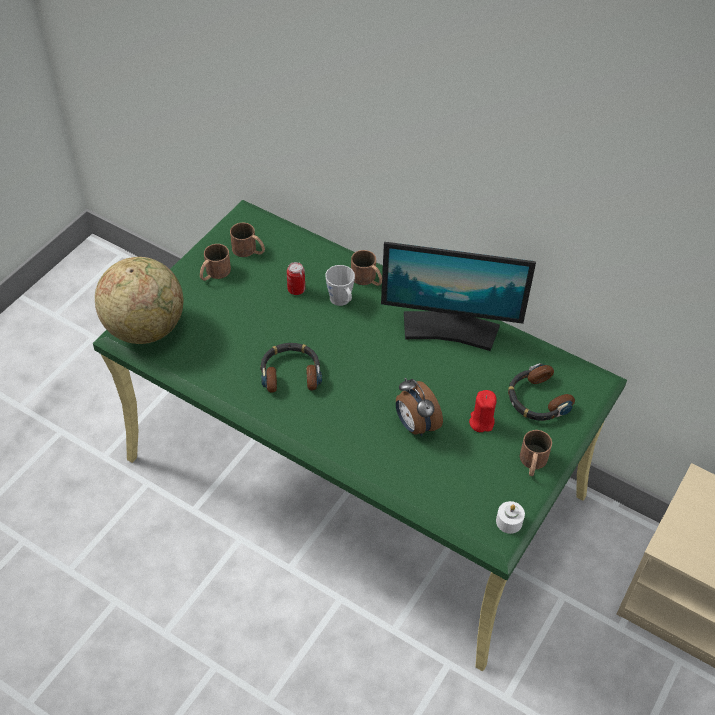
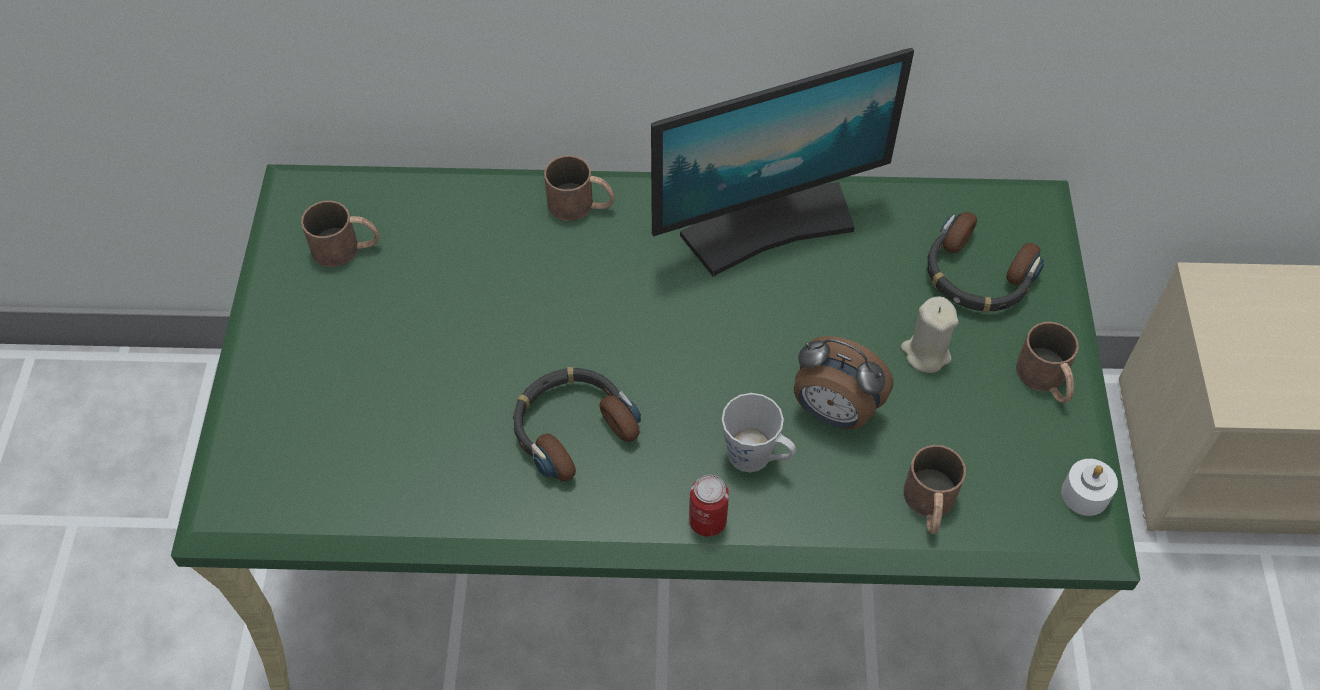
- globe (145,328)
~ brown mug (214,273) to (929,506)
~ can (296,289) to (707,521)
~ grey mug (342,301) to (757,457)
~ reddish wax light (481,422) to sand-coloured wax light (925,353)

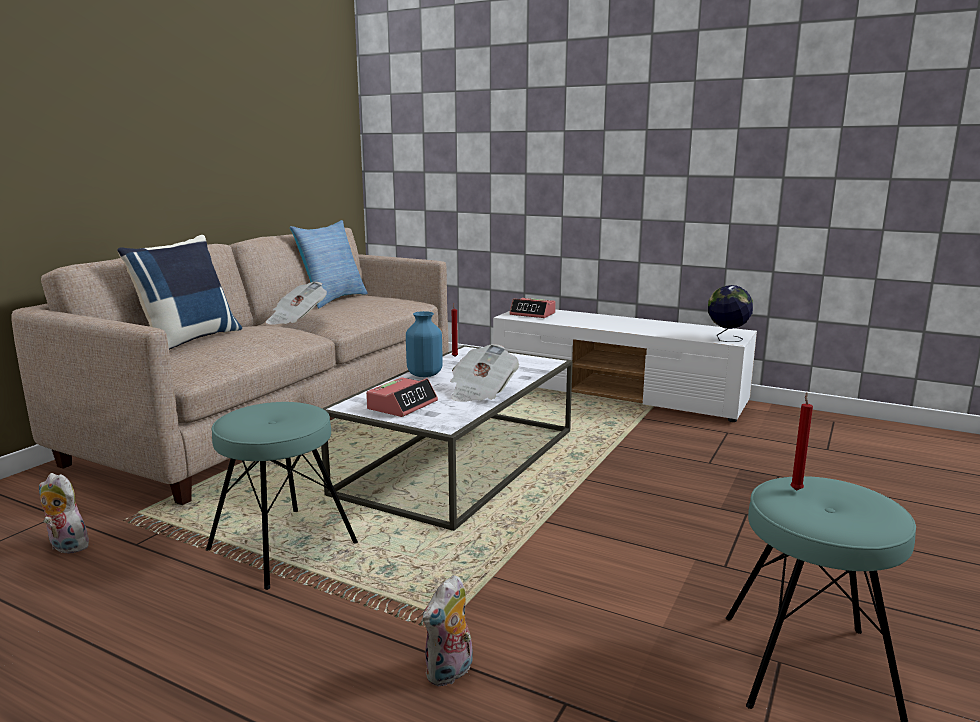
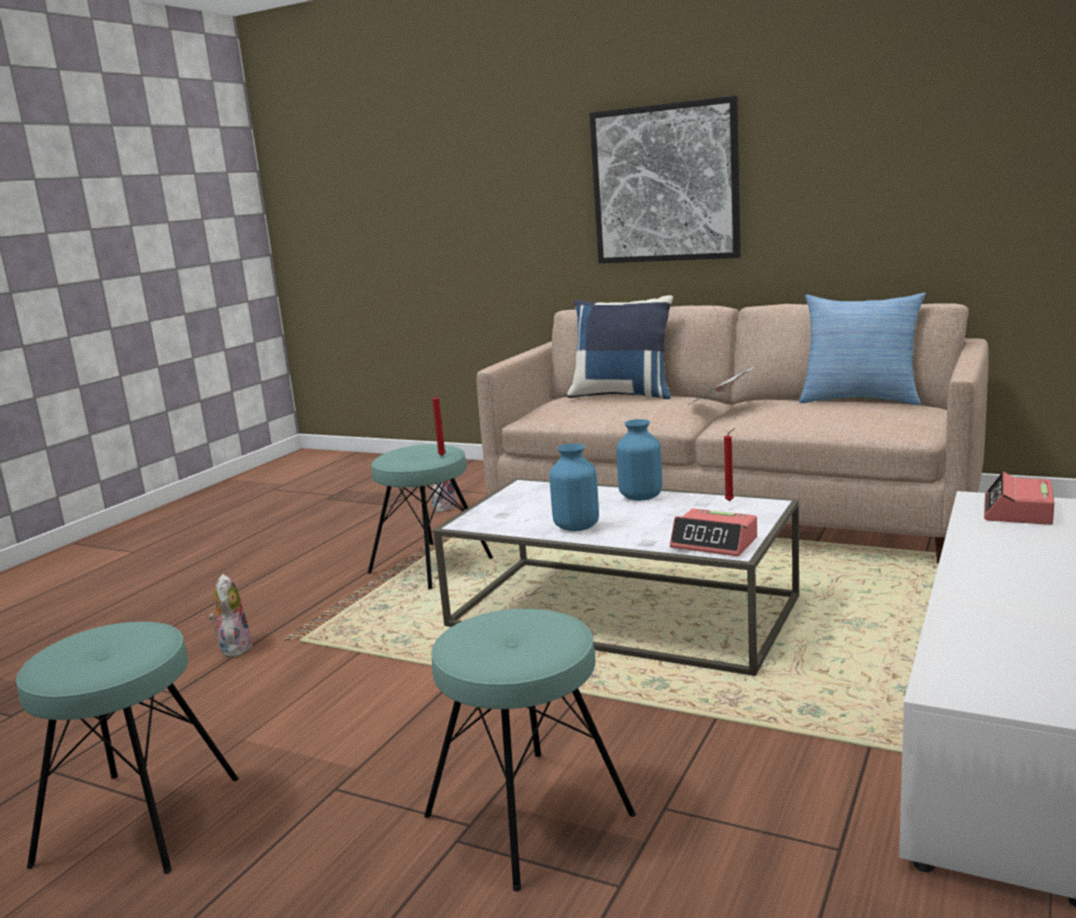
~ bedside clock (402,405) to (714,543)
~ cuddly toy (450,673) = (234,648) 45 degrees clockwise
~ printed paper (481,392) to blue flower vase (575,527)
- globe (727,339)
~ reddish wax light (796,489) to (443,456)
+ turquoise-coloured stool (528,815)
+ wall art (665,184)

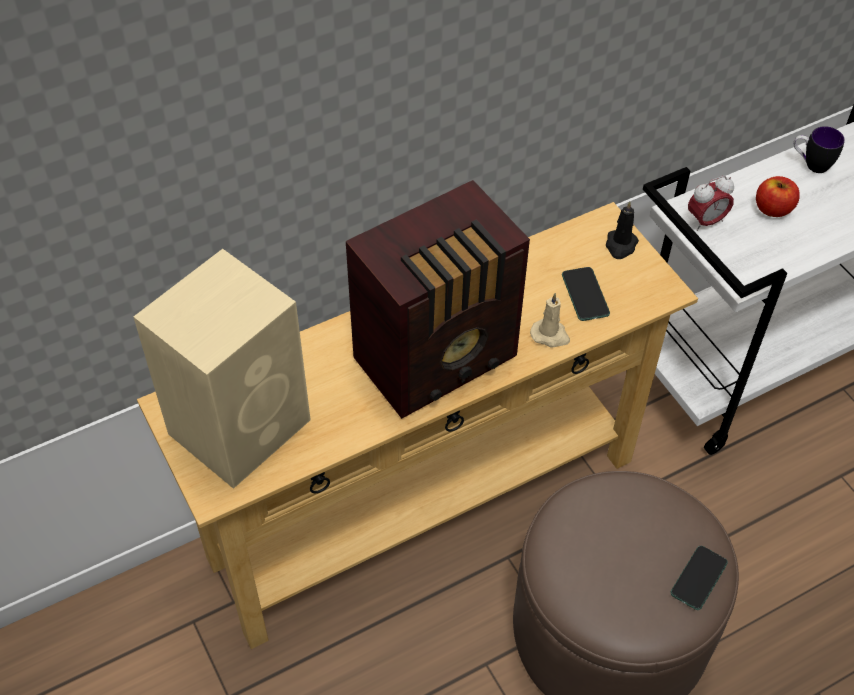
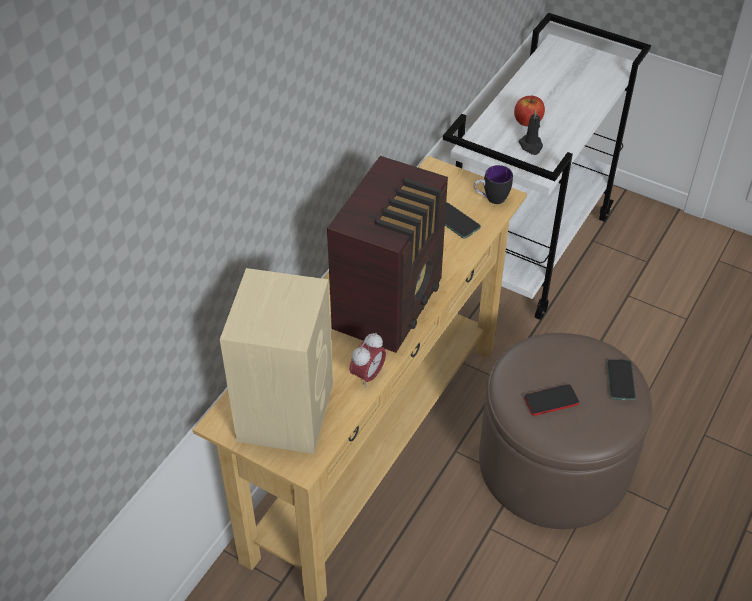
- sand-coloured wax light (550,335)
~ blackish wax light (620,245) to (531,146)
~ bedside clock (705,221) to (368,375)
~ mug (810,164) to (491,199)
+ handset (551,400)

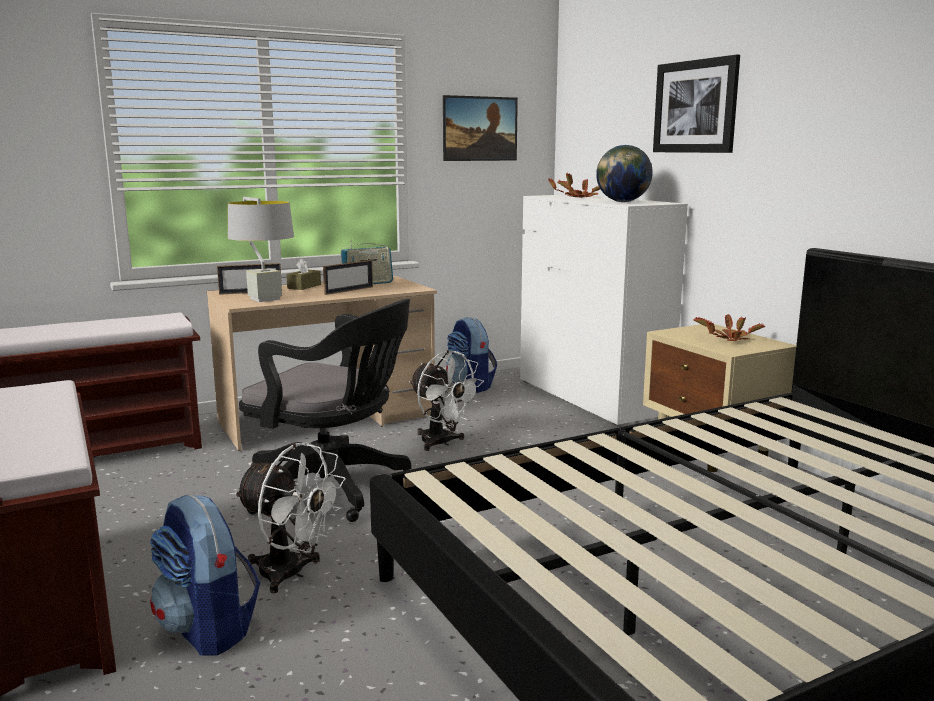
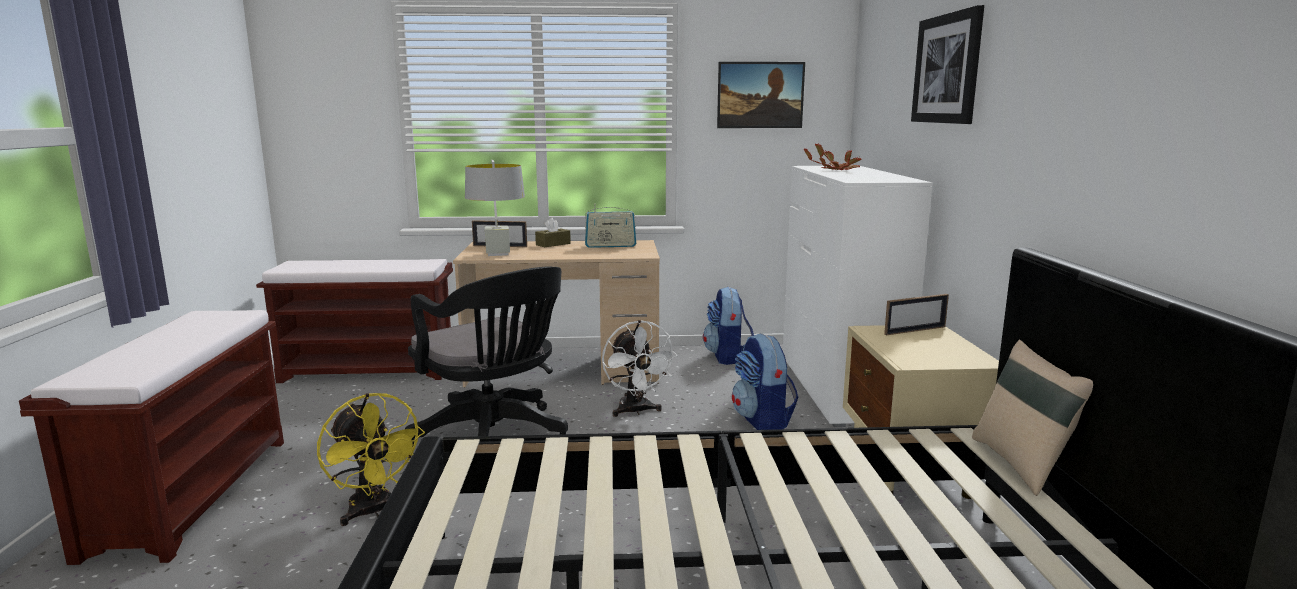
~ backpack (208,629) to (762,421)
~ white-coloured fan (291,574) to yellow-coloured fan (374,511)
~ picture frame (349,290) to (915,330)
- globe (622,202)
- plant in a pot (729,339)
+ sand-coloured pillow (1023,464)

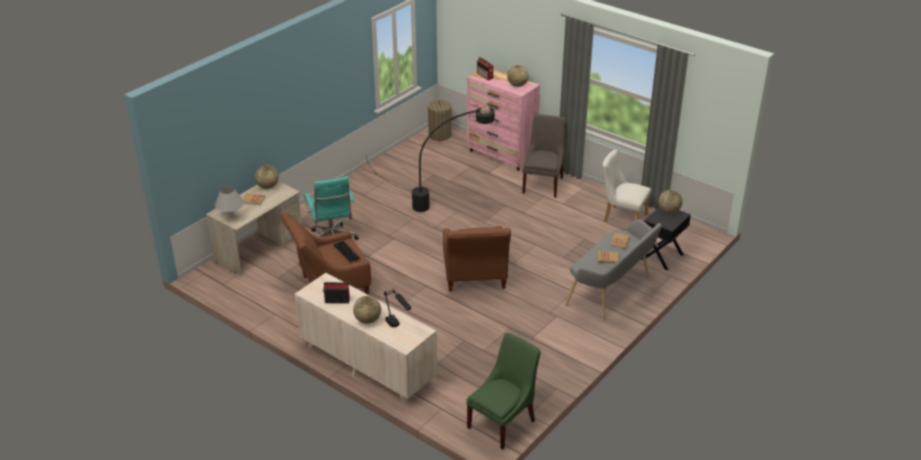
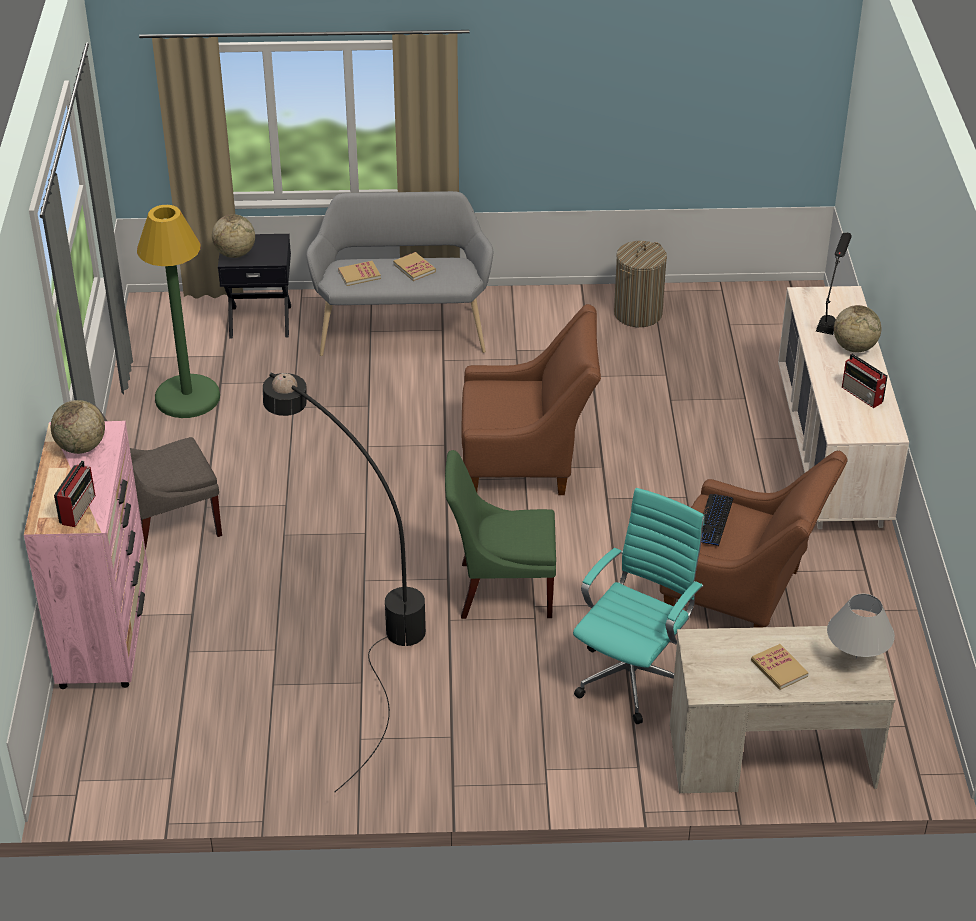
- globe (268,186)
~ washing basket (440,135) to (638,313)
~ brown lounge chair (475,278) = (528,460) 45 degrees clockwise
~ green-coloured chair (503,422) to (500,589)
~ white-coloured chair (621,217) to green-coloured floor lamp (187,397)

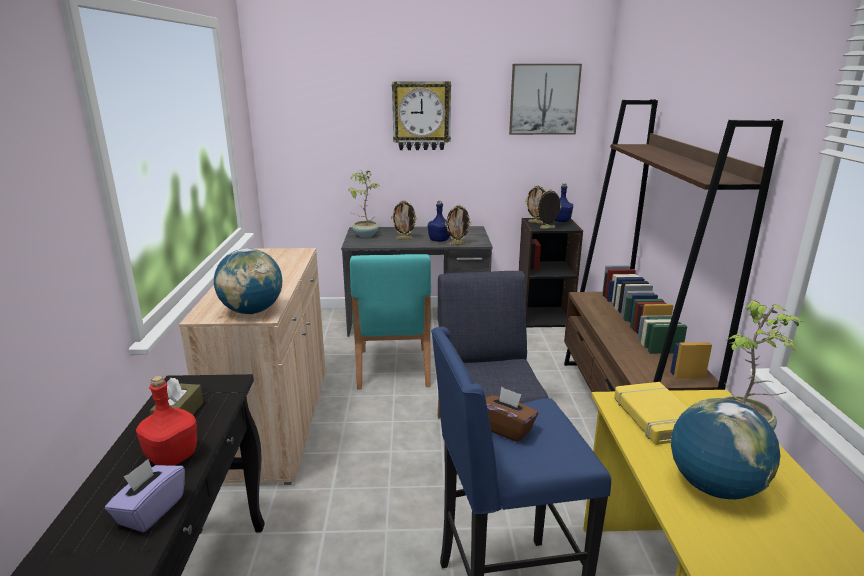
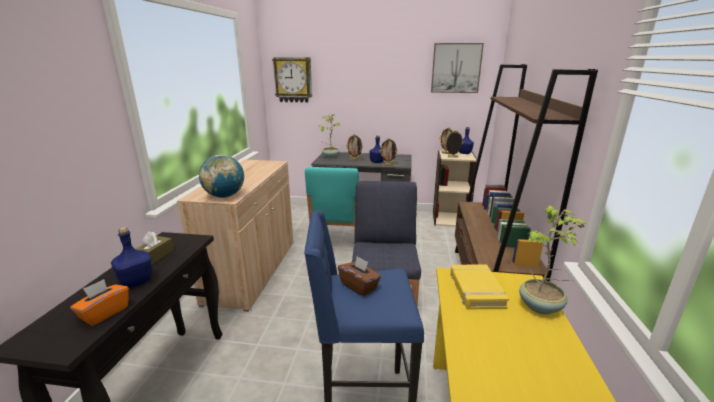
~ purplish tissue box (151,510) to orangey tissue box (104,313)
~ reddish beverage bottle (172,458) to blue beverage bottle (136,282)
~ wall clock (421,116) to (293,80)
~ blackish bookcase (543,316) to sand-coloured bookcase (450,219)
- globe (714,487)

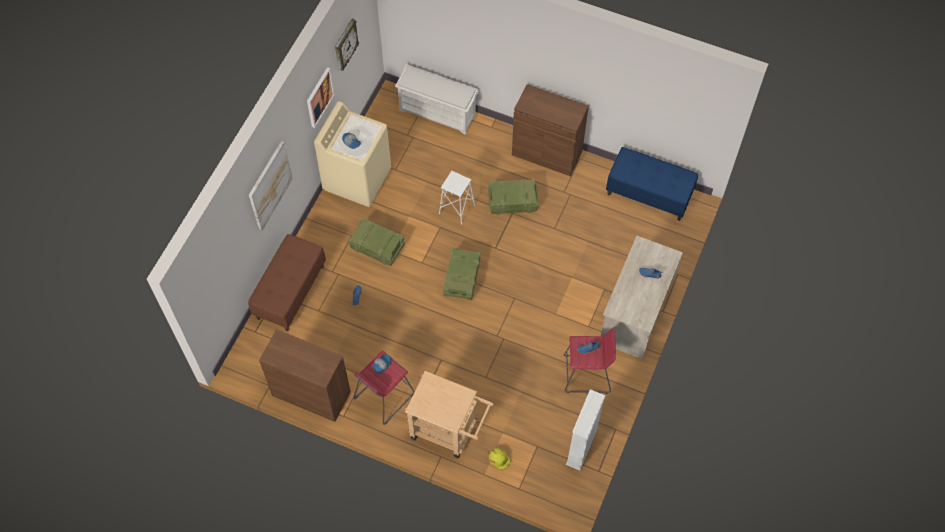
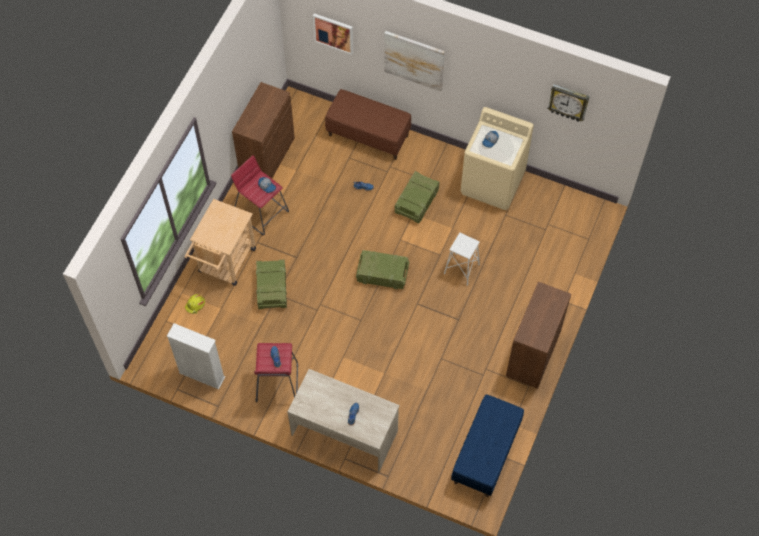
~ wall art (319,97) to (333,33)
- white-coloured shoe rack (438,113)
~ crate (513,201) to (272,289)

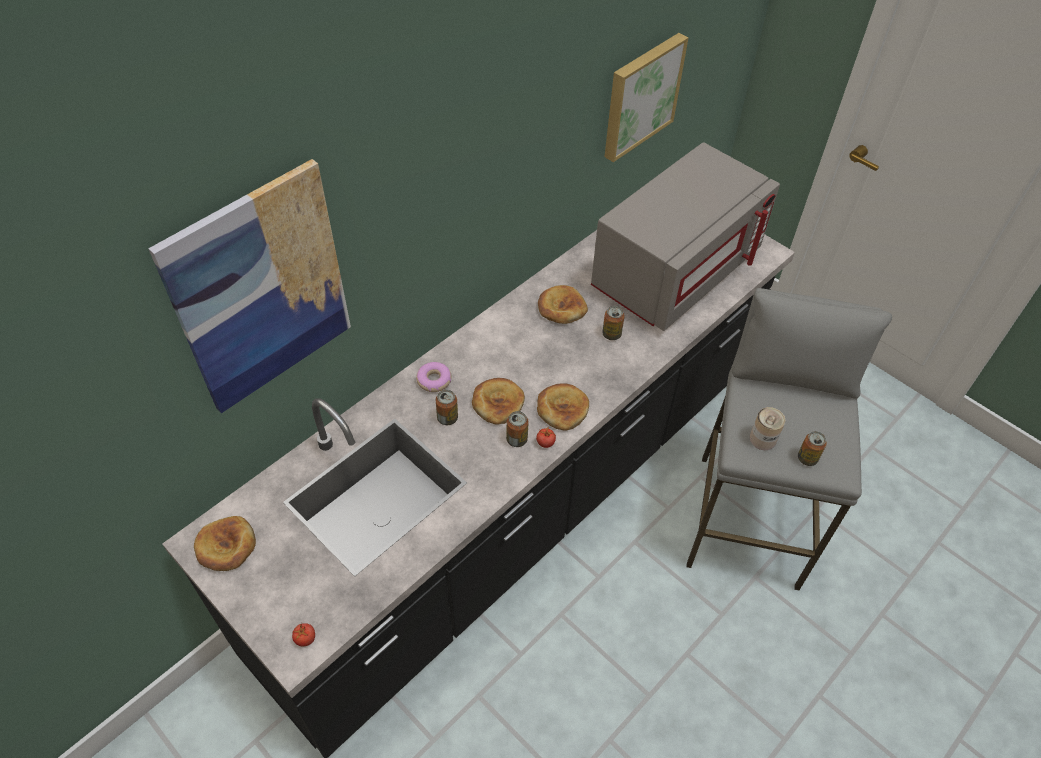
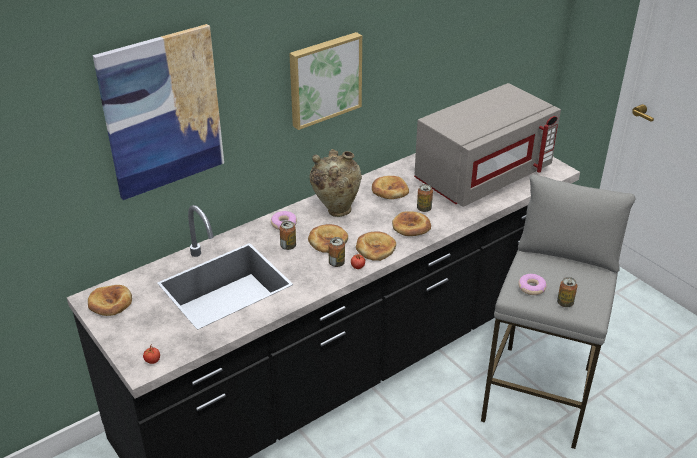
~ wall art (640,95) to (324,79)
~ can (762,439) to donut (531,288)
+ sand-coloured flower vase (336,210)
+ baked bread (411,226)

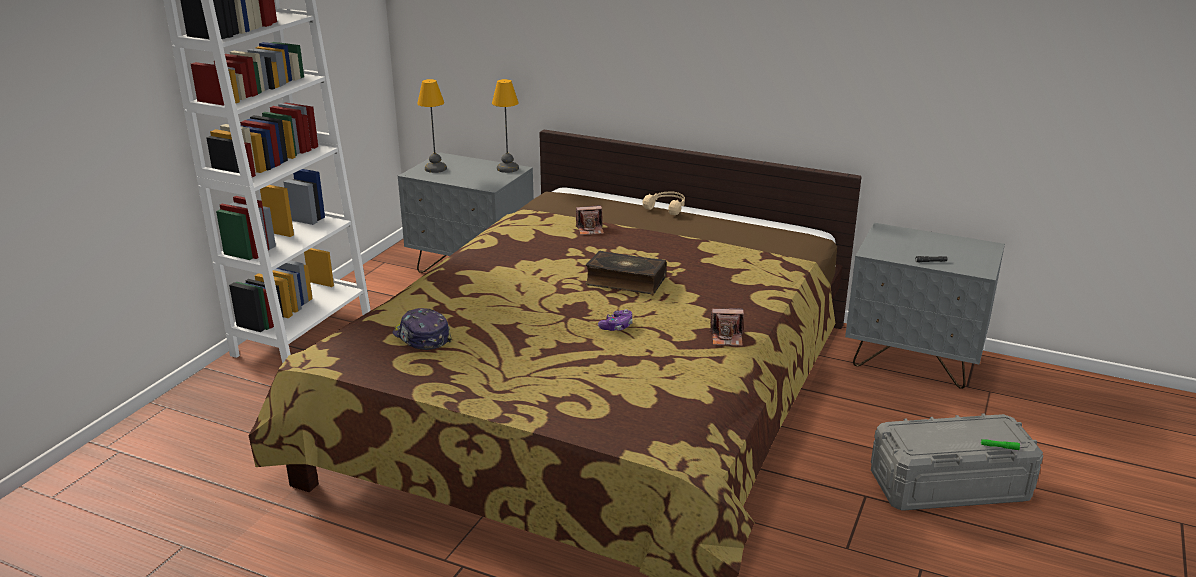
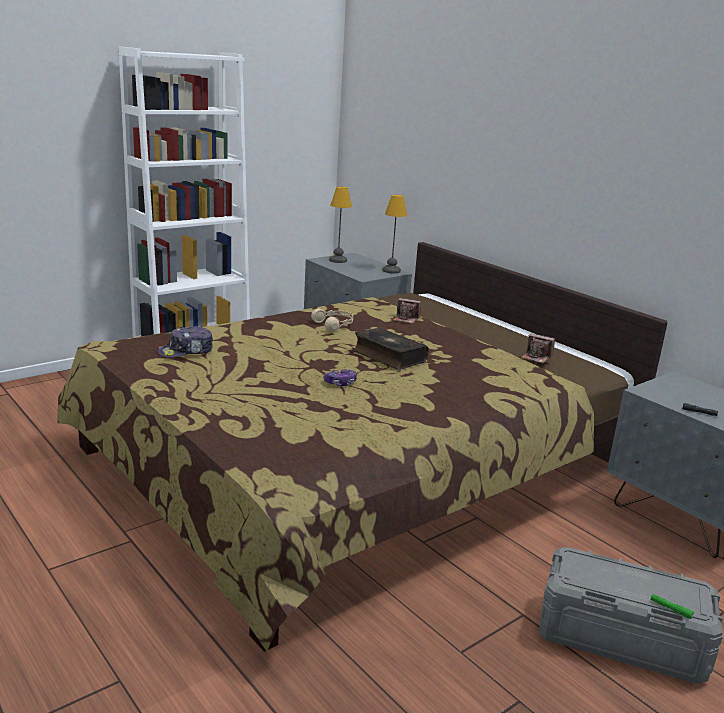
~ baseball cap (421,338) = (186,351) 105 degrees counterclockwise
~ sand-coloured pair of headphones (667,208) to (334,325)
~ photo camera (727,338) to (536,357)

